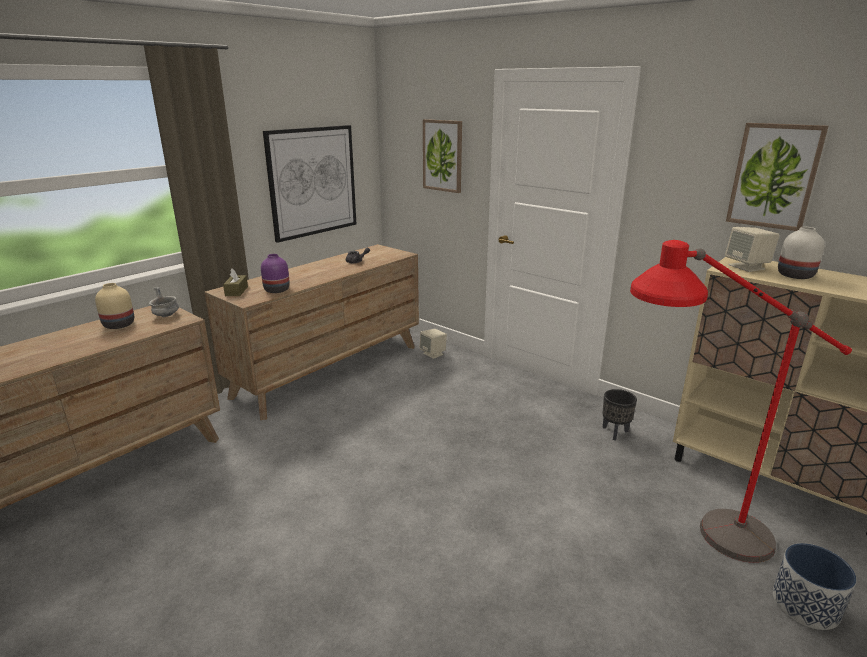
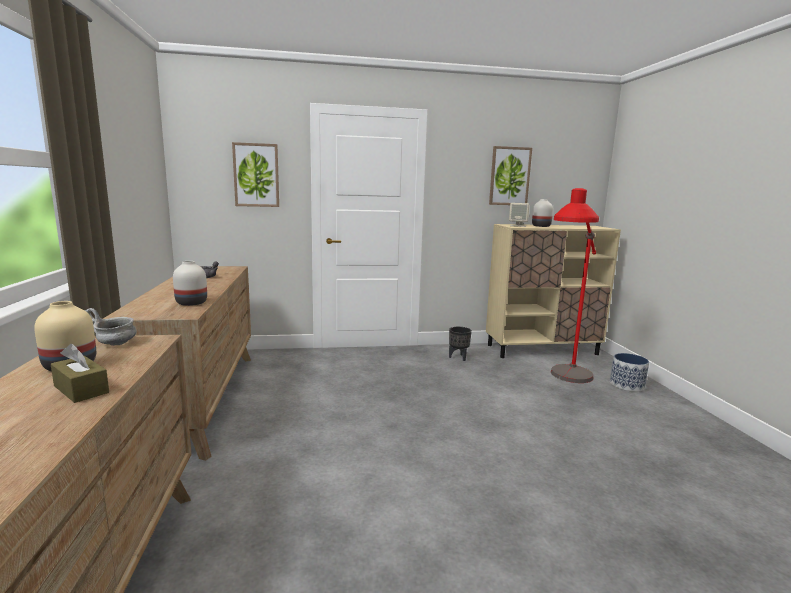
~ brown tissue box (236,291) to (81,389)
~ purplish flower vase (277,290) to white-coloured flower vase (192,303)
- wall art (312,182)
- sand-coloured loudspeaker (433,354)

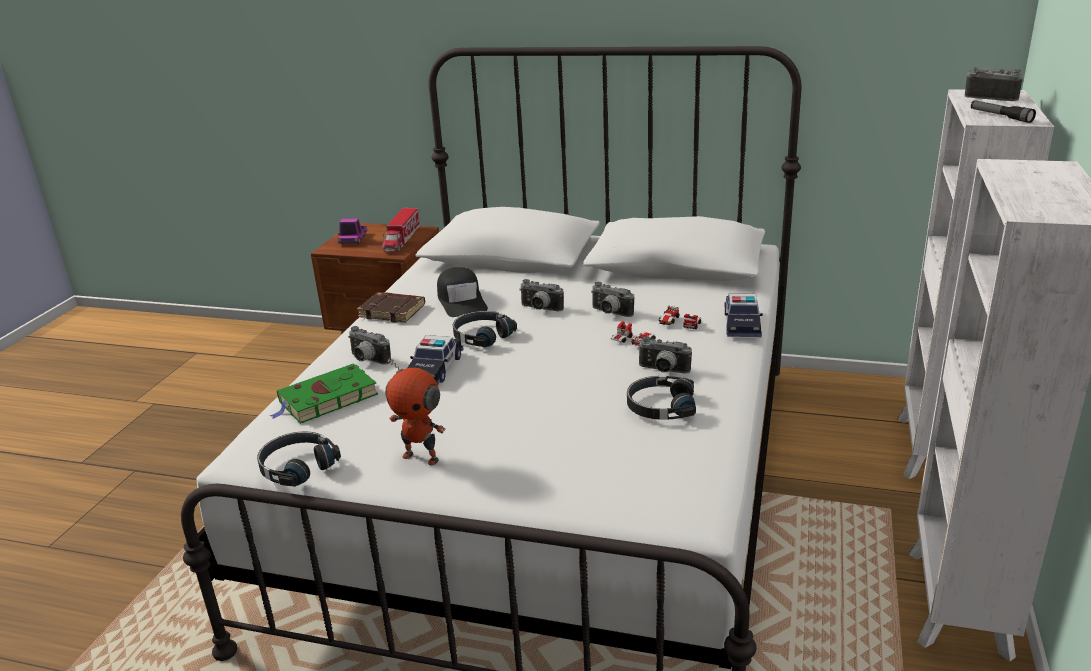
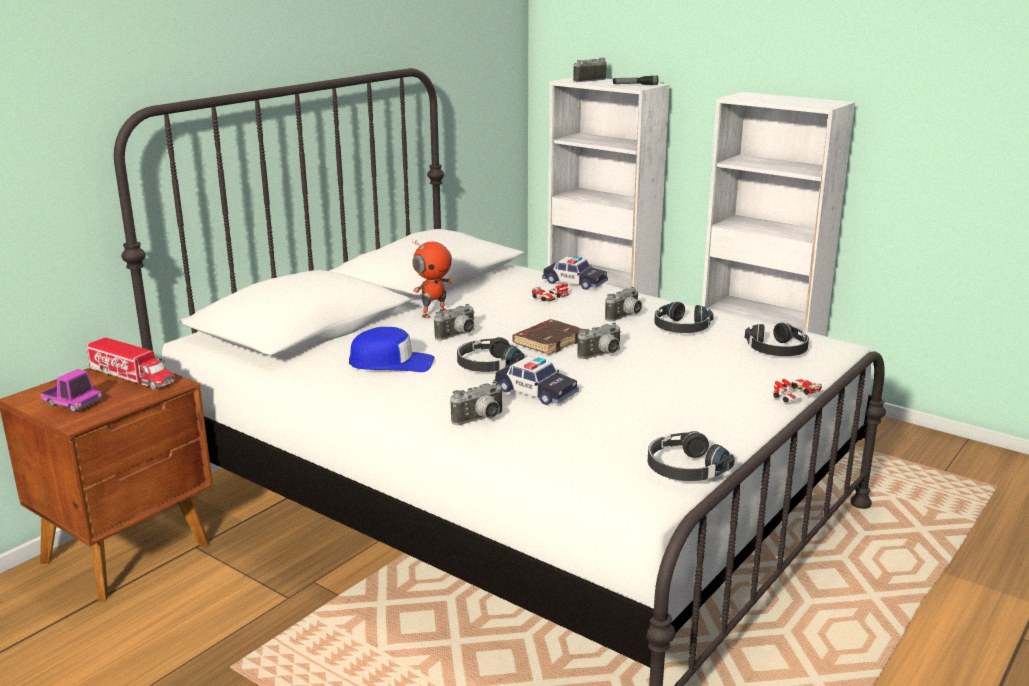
- green-coloured volume (326,399)
~ brown volume (393,311) to (548,341)
~ model robot (422,457) to (433,313)
~ blackish baseball cap (461,301) to blue baseball cap (392,362)
~ photo camera (610,313) to (602,355)
~ toy car (633,341) to (795,395)
+ blackish pair of headphones (777,350)

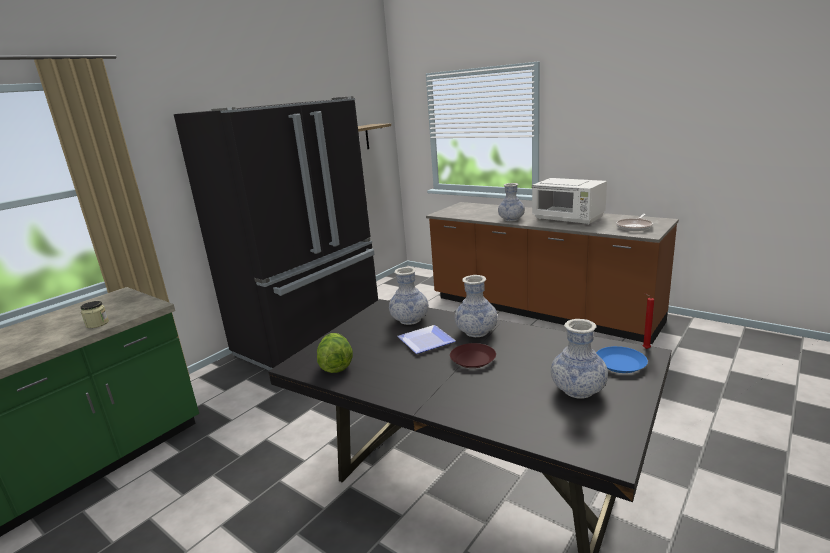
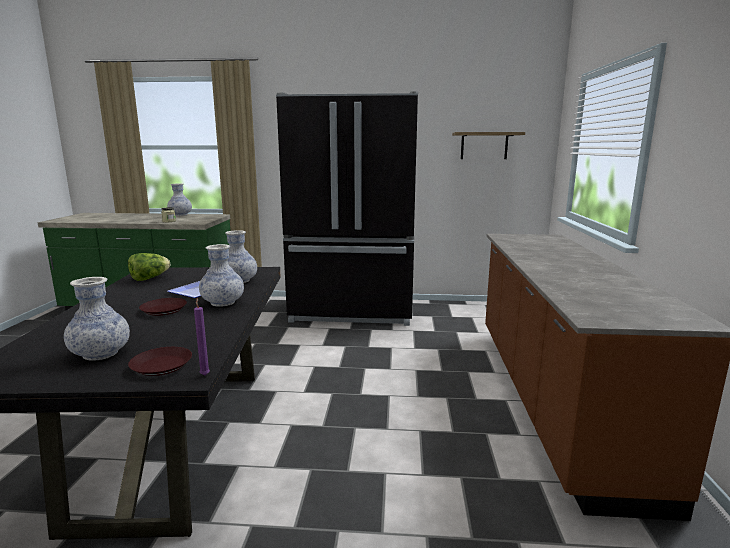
~ flower vase (511,219) to (180,215)
- white-coloured microwave oven (568,219)
~ blue dinner plate (621,364) to brown dinner plate (161,366)
- frying pan (635,227)
~ reddish wax light (644,348) to purplish wax light (205,374)

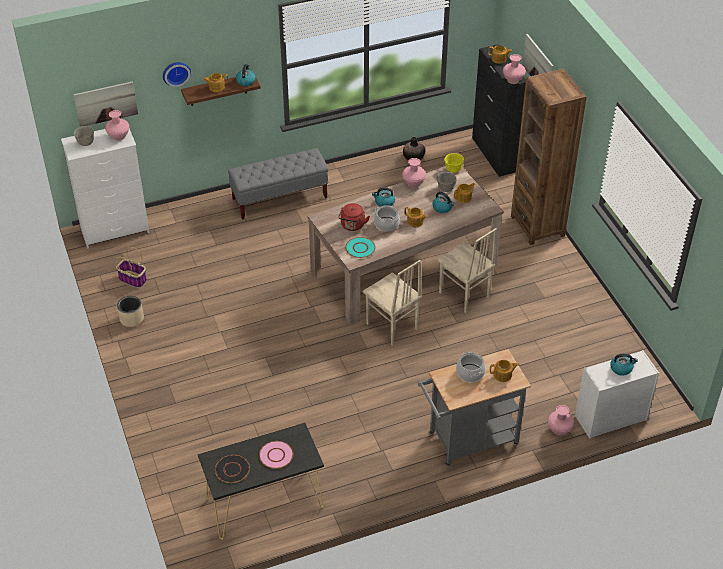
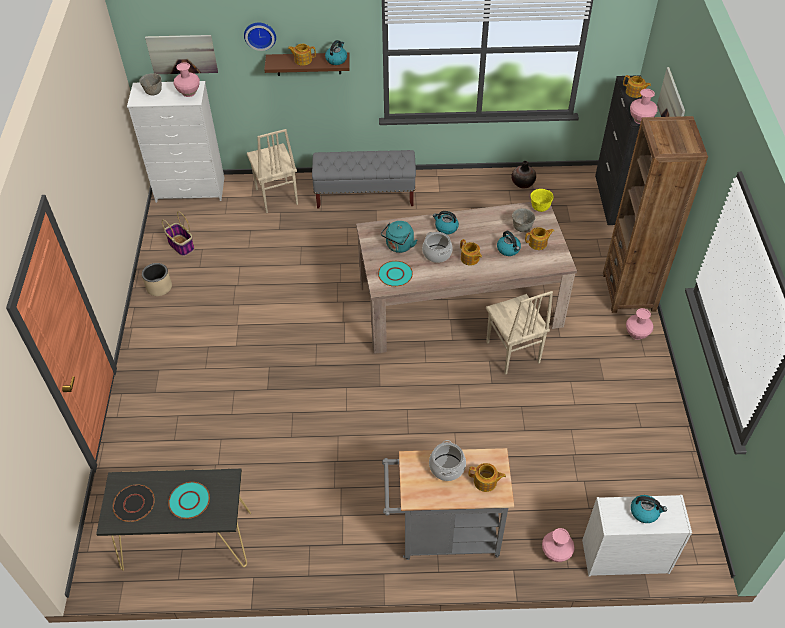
~ pink-coloured dinner plate (276,455) to turquoise-coloured dinner plate (189,500)
~ reddish tea kettle (352,226) to turquoise-coloured tea kettle (399,246)
~ sand-coloured chair (391,327) to (276,197)
~ pink-coloured flower vase (413,184) to (636,334)

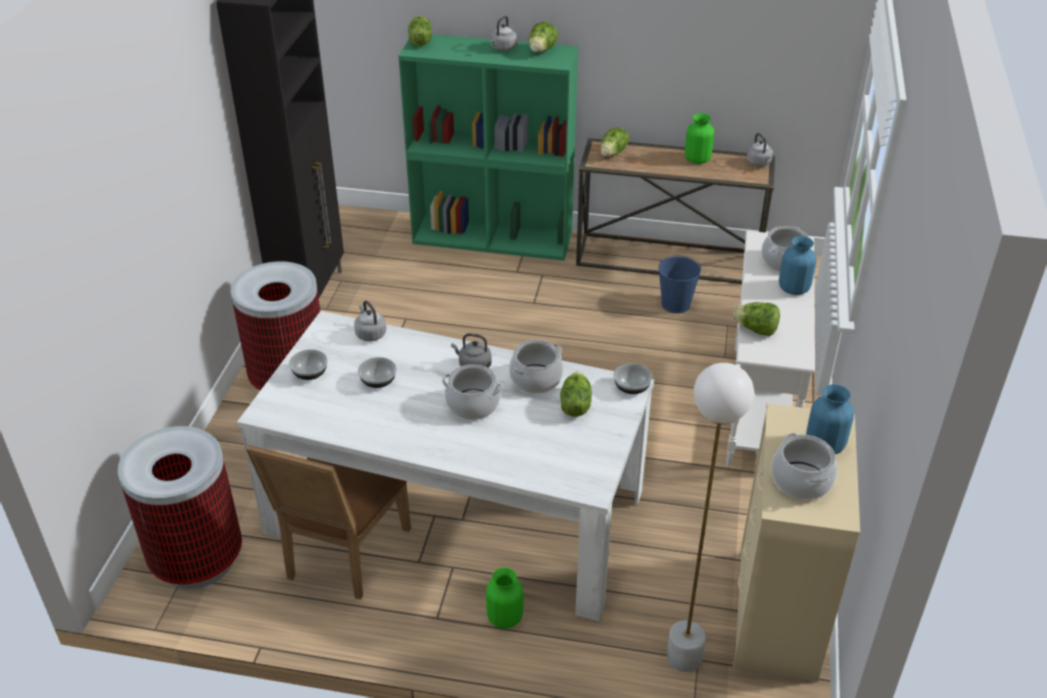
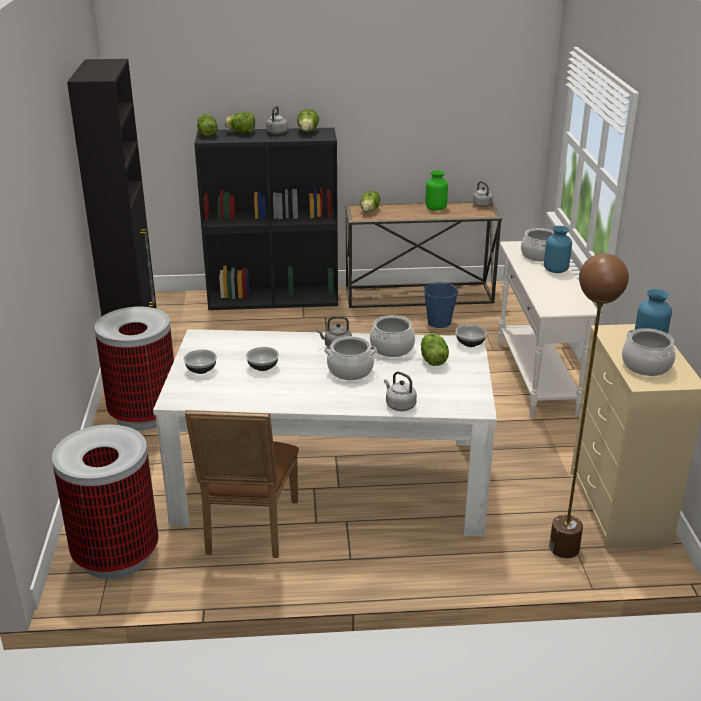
~ grey tea kettle (370,333) to (399,405)
~ green-coloured bookcase (494,237) to blackish bookcase (274,298)
- green-coloured flower vase (505,617)
~ white-coloured floor lamp (684,657) to brown floor lamp (564,548)
~ head of lettuce (756,330) to (241,133)

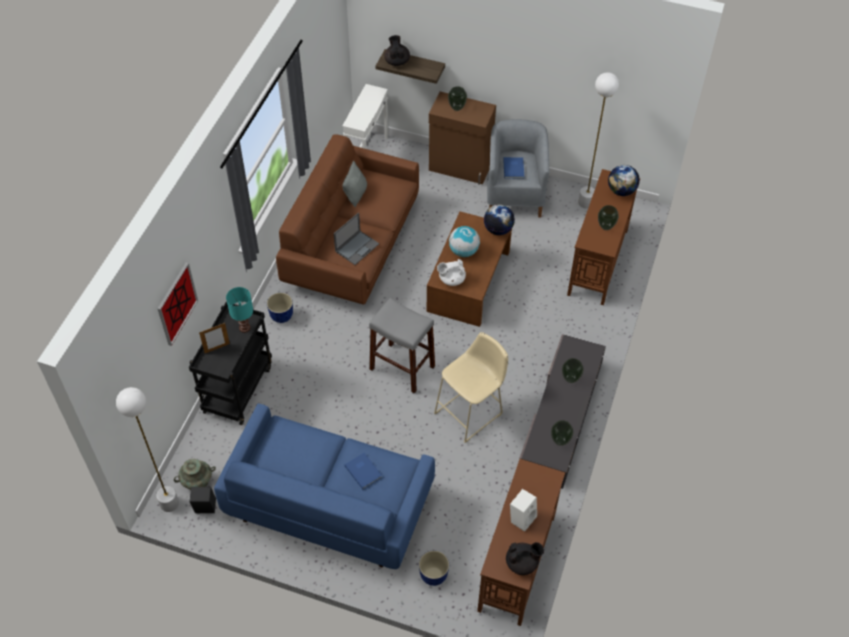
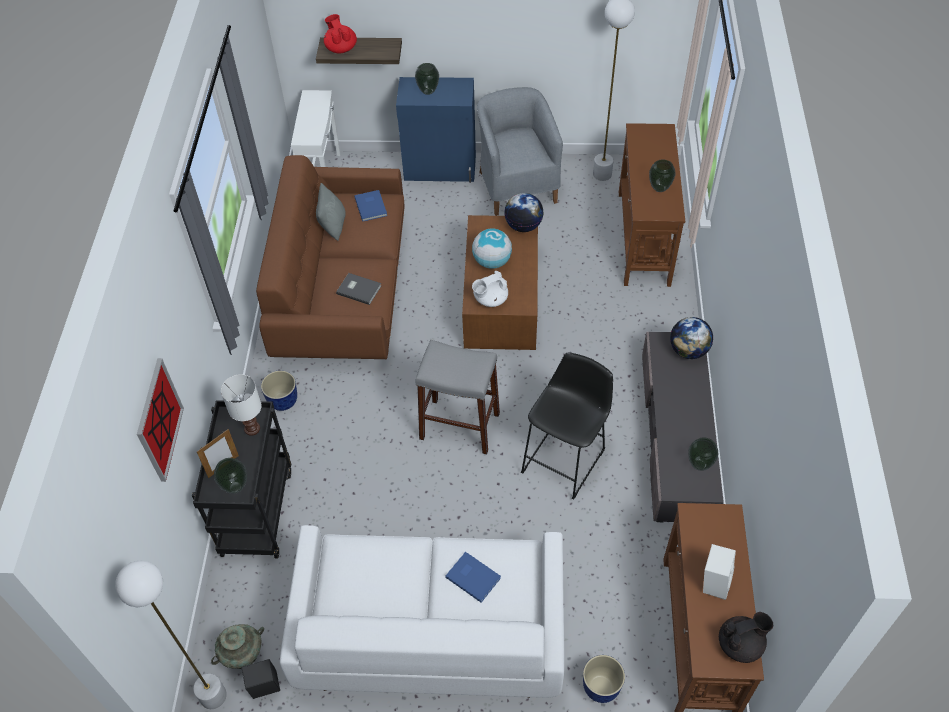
~ blue sofa (329,504) to white-coloured sofa (430,631)
~ turquoise-coloured table lamp (244,328) to white-coloured table lamp (252,429)
~ notebook computer (357,247) to grey volume (359,289)
~ blackish tea pot (397,61) to reddish tea pot (341,48)
~ brown cupboard (460,167) to blue cupboard (440,168)
~ sand-coloured stool (471,412) to blackish stool (566,458)
~ blue volume (514,168) to (371,206)
~ flower vase (571,379) to (235,486)
~ globe (621,191) to (688,350)

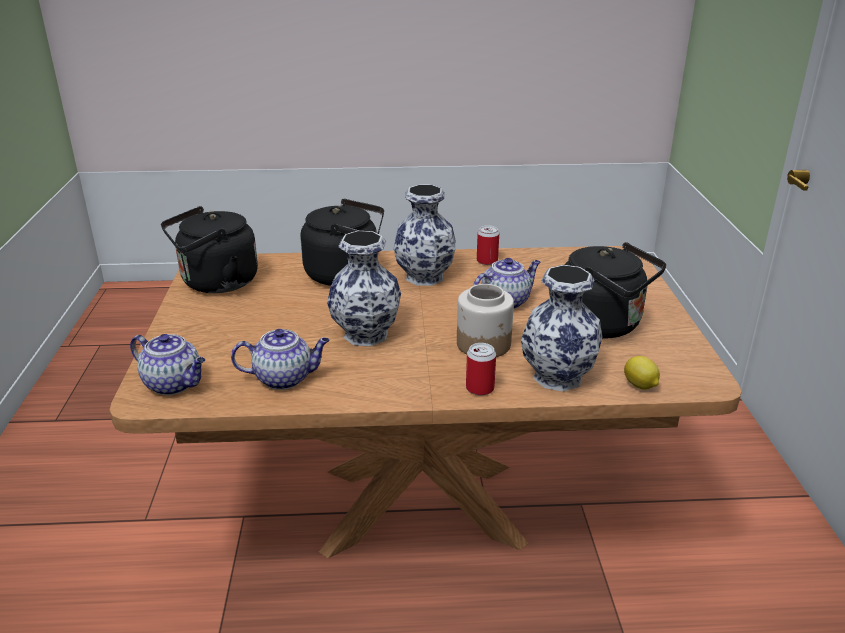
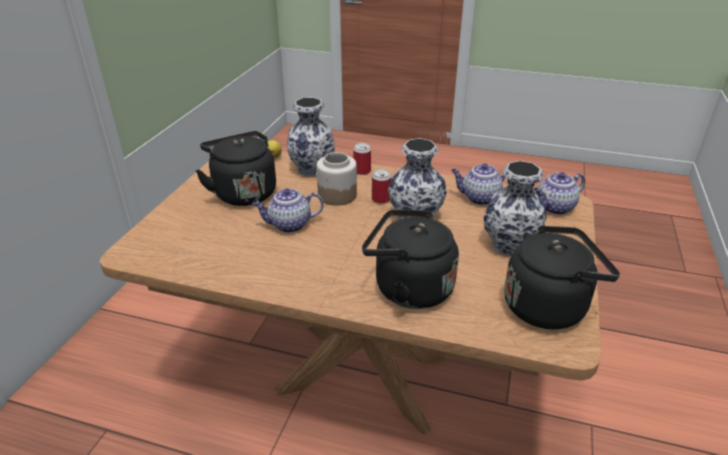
~ tea pot (174,384) = (554,208) 75 degrees counterclockwise
~ flower vase (425,277) to (509,244)
~ can (487,261) to (381,199)

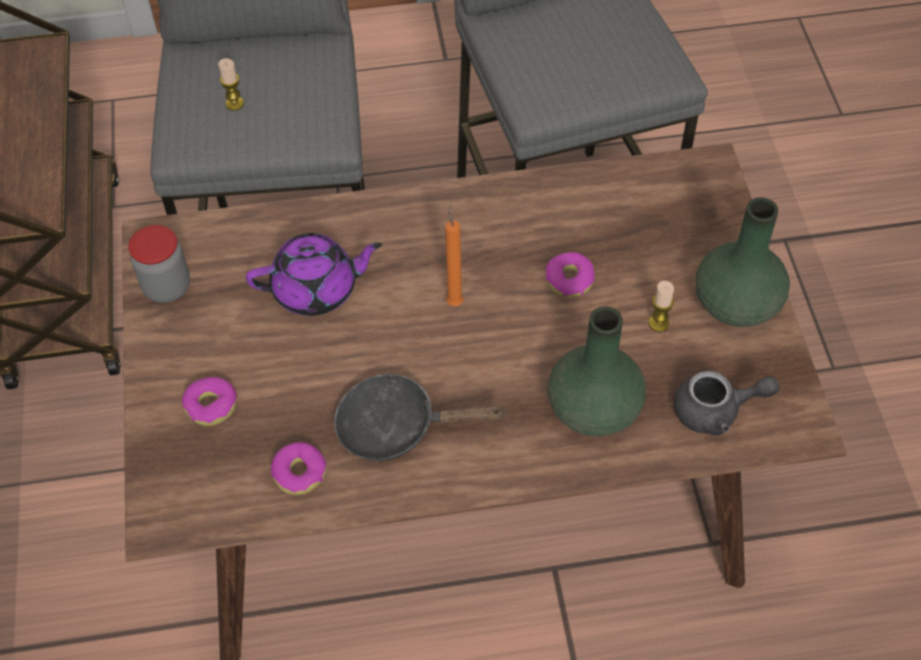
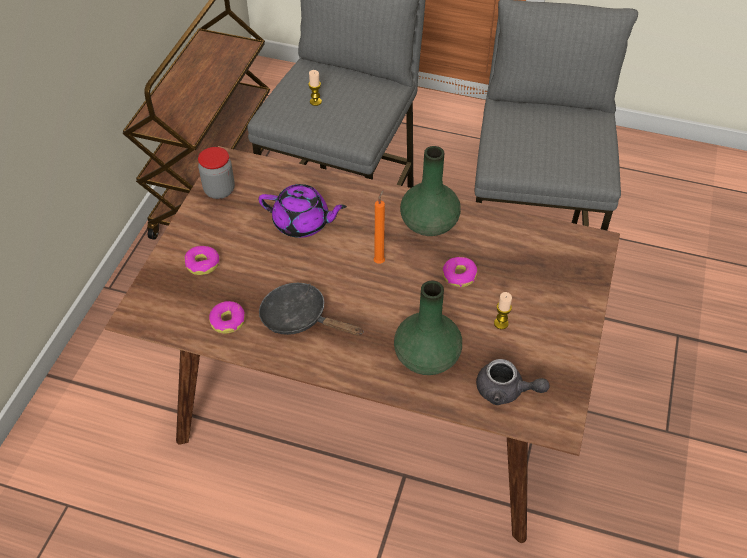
~ green-coloured flower vase (735,303) to (428,223)

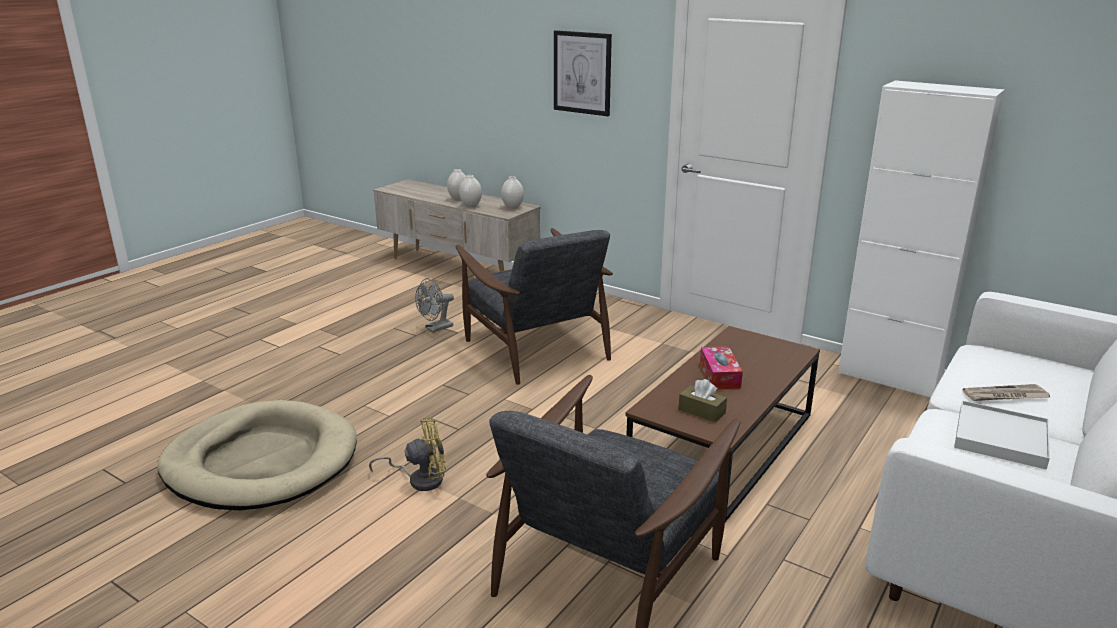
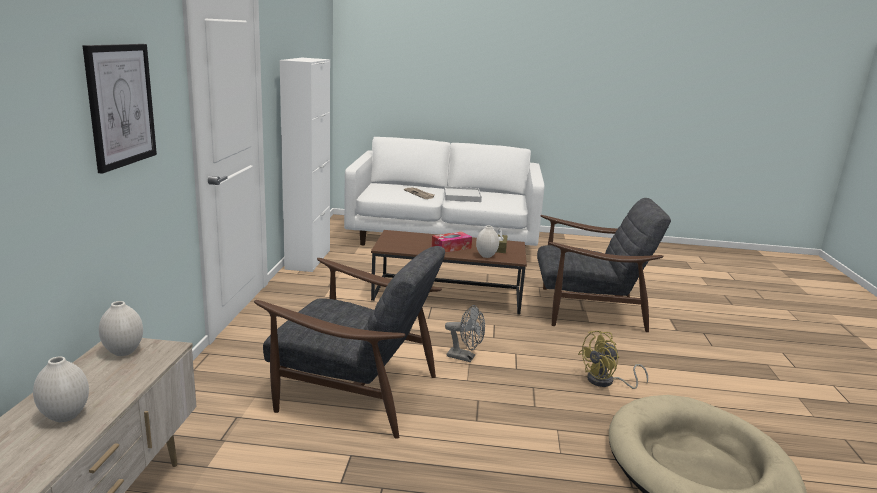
~ yellow-coloured fan (420,479) = (606,382) 75 degrees counterclockwise
~ grey fan (435,328) to (465,357)
~ grey lounge chair (535,347) = (354,391) 75 degrees clockwise
~ white-coloured flower vase (470,206) to (486,256)

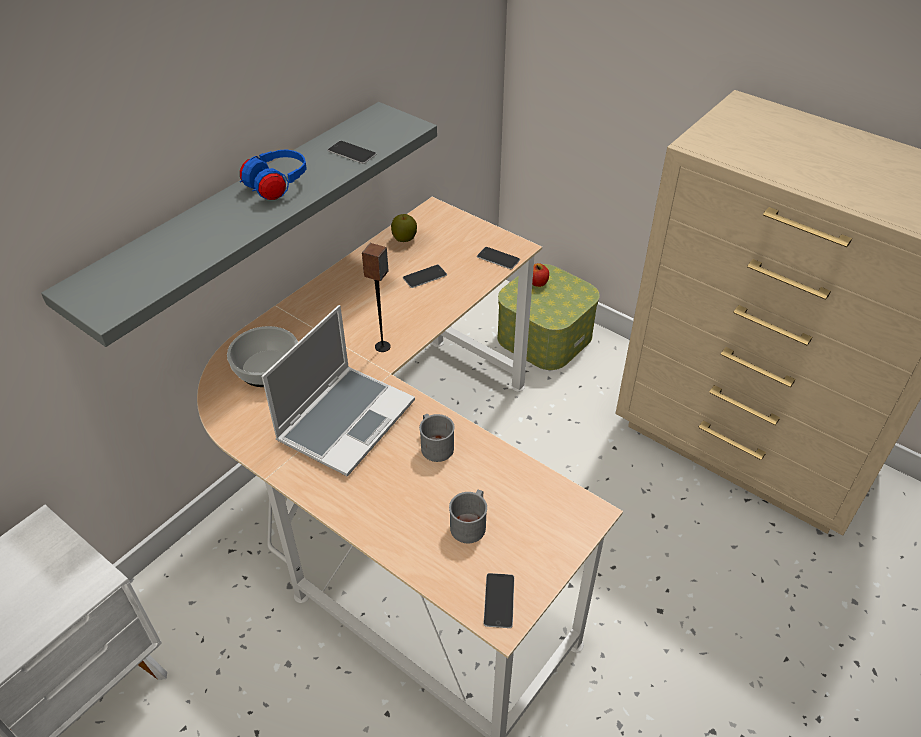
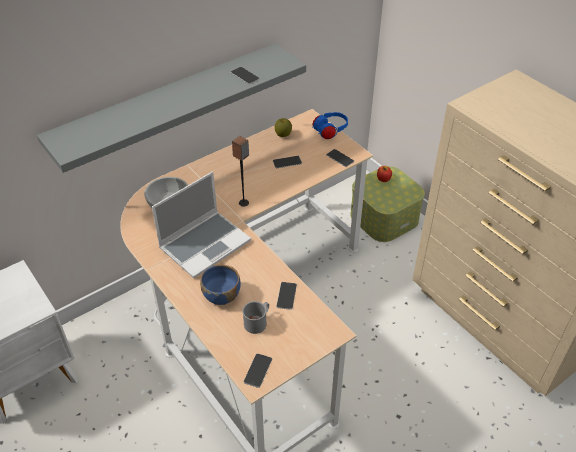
~ blue pair of headphones (277,187) to (330,132)
- grey mug (435,445)
+ blue deep dish (221,295)
+ handset (286,295)

